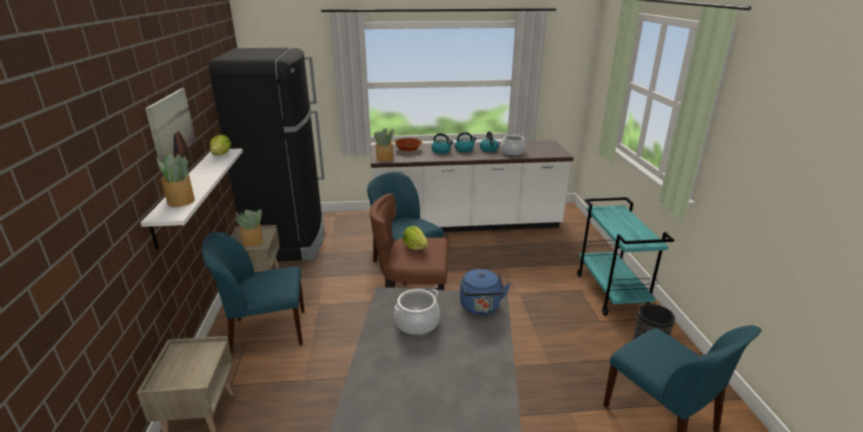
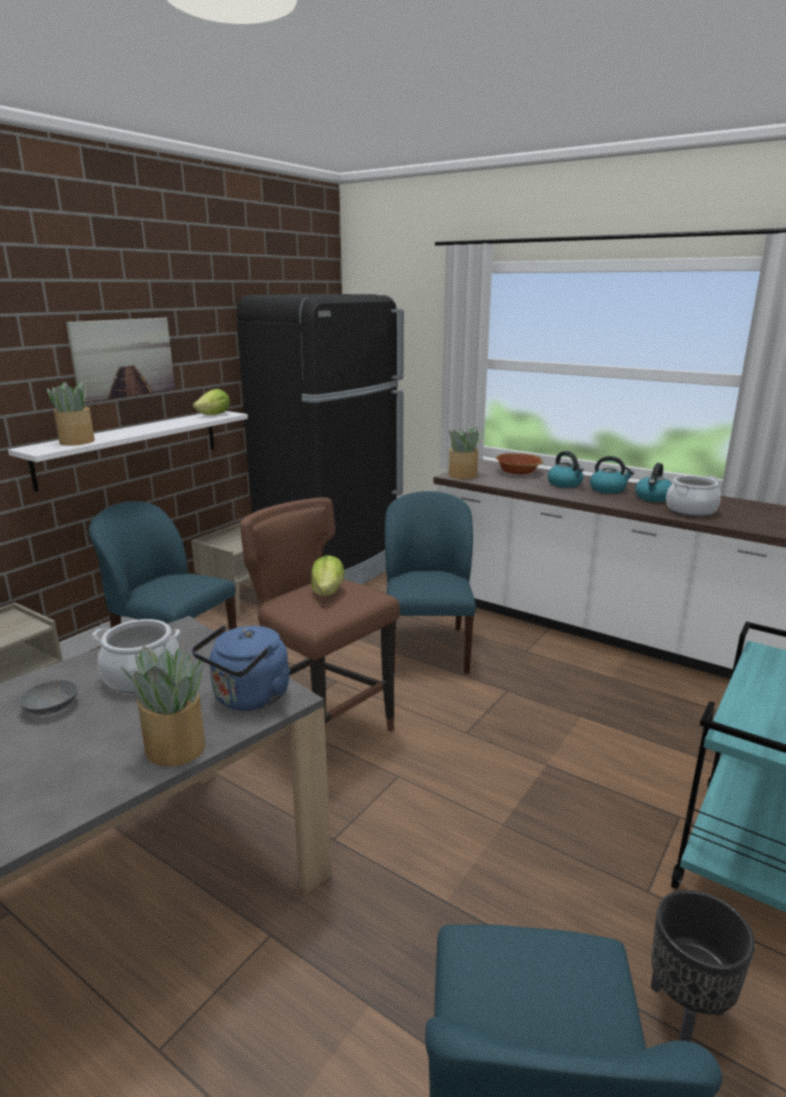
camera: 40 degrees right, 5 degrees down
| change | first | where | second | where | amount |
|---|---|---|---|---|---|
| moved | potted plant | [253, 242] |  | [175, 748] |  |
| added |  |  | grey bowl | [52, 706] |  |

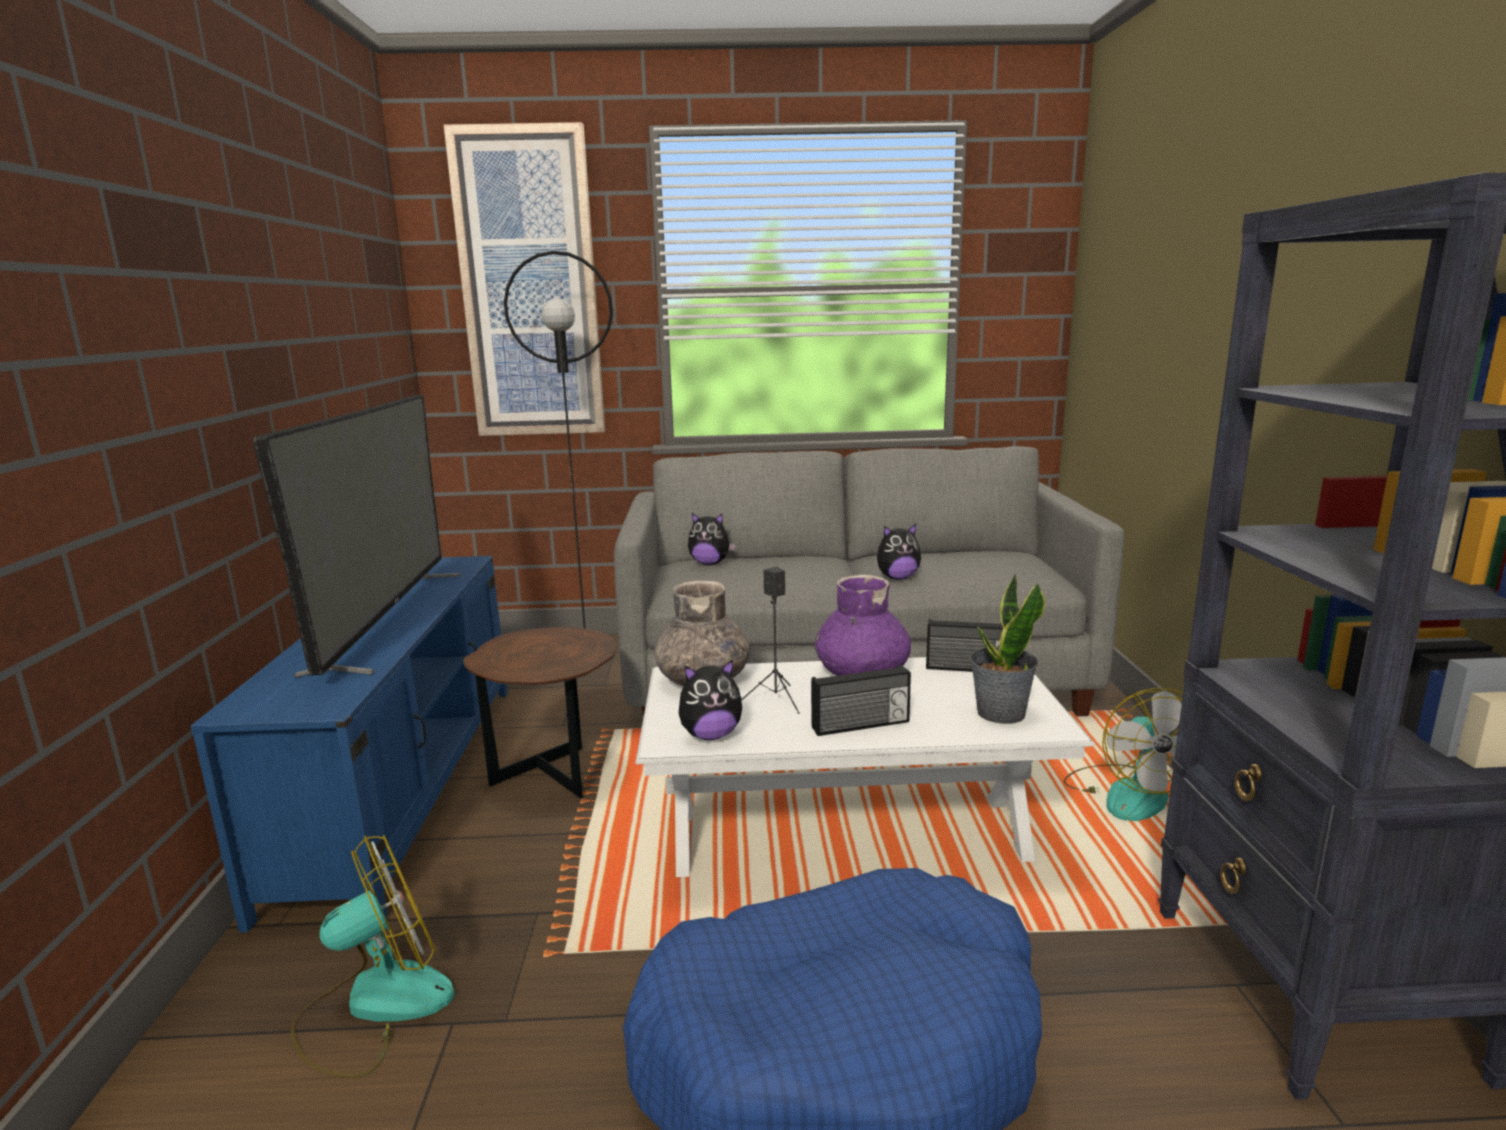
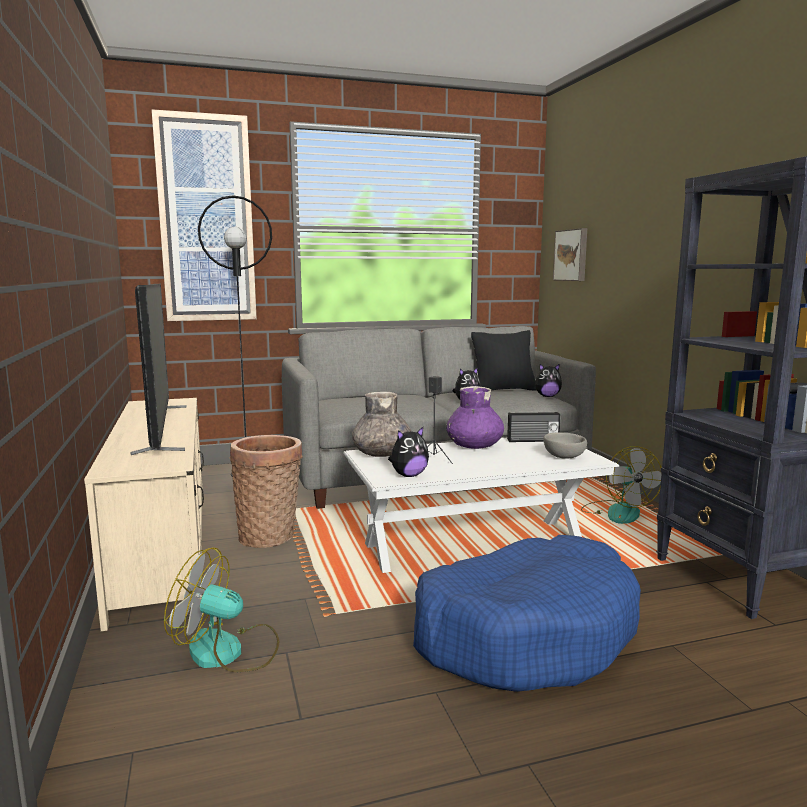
camera: 15 degrees left, 5 degrees down
| change | first | where | second | where | amount |
|---|---|---|---|---|---|
| recoloured | blue tv stand | [405, 783] | beige tv stand | [164, 547] |  |
| turned | fan | [374, 1006] |  | [228, 651] | 120 degrees counterclockwise |
| replaced | brown side table | [555, 778] | basket | [270, 535] |  |
| moved | plush toy | [710, 563] |  | [547, 396] |  |
| removed | radio | [861, 725] |  |  |  |
| replaced | potted plant | [1000, 713] | grey bowl | [563, 456] |  |
| added |  |  | black pillow | [503, 390] |  |
| added |  |  | picture | [572, 255] |  |

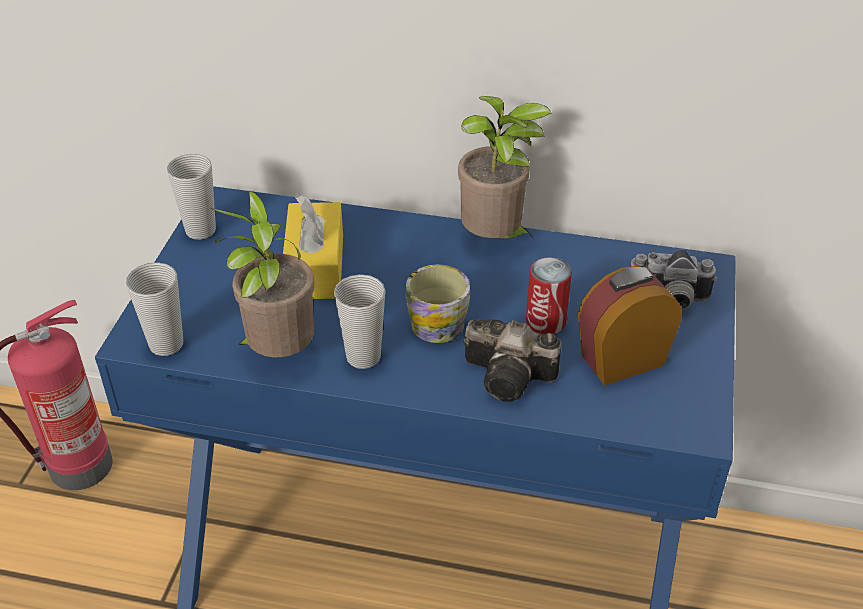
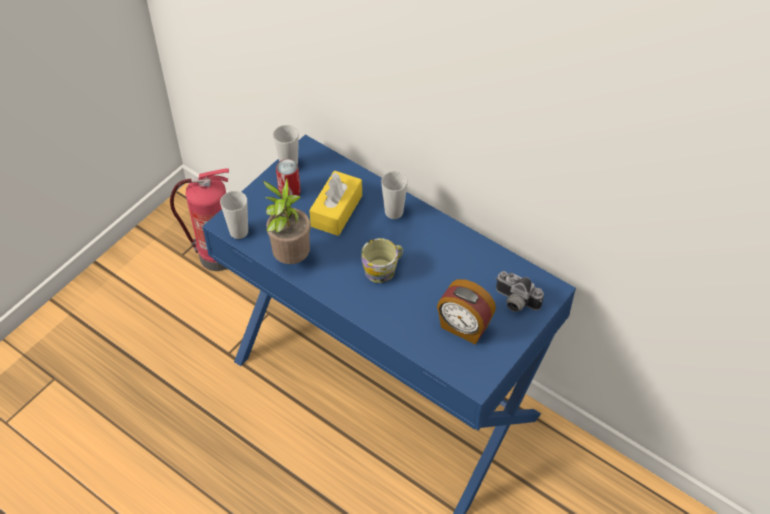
camera: 25 degrees right, 10 degrees up
| change | first | where | second | where | amount |
|---|---|---|---|---|---|
| moved | cup | [363, 357] |  | [394, 212] |  |
| removed | potted plant | [495, 241] |  |  |  |
| removed | photo camera | [512, 377] |  |  |  |
| moved | can | [545, 321] |  | [289, 192] |  |
| turned | alarm clock | [621, 359] |  | [463, 327] | 150 degrees counterclockwise |

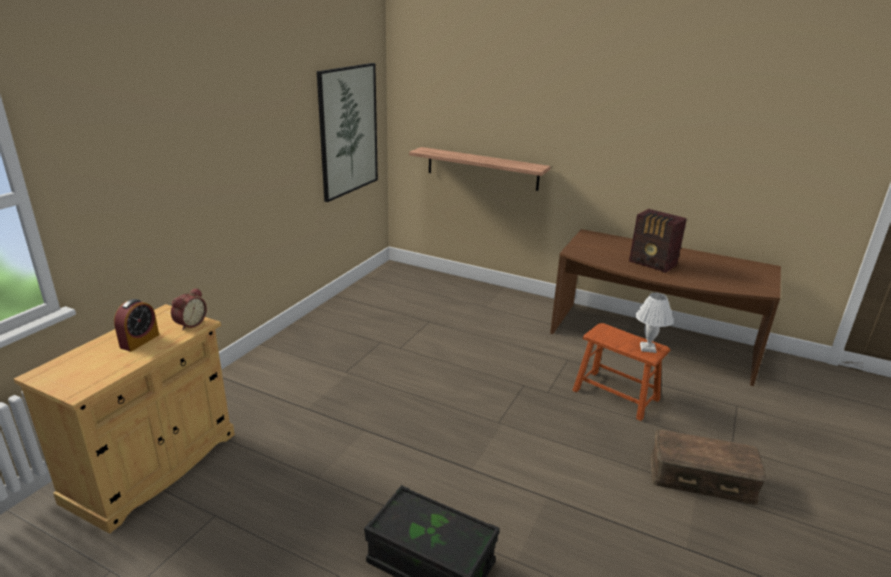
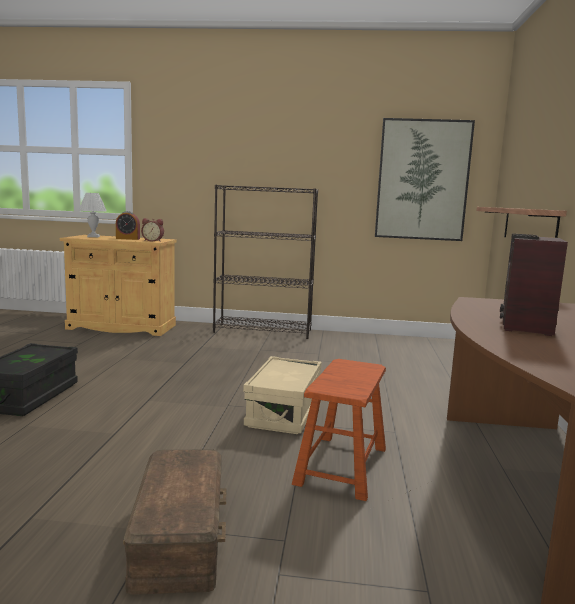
camera: 70 degrees right, 15 degrees down
| change | first | where | second | where | amount |
|---|---|---|---|---|---|
| moved | white table lamp | [648, 348] |  | [93, 236] |  |
| added |  |  | black bookcase | [263, 331] |  |
| added |  |  | beige storage box | [284, 412] |  |

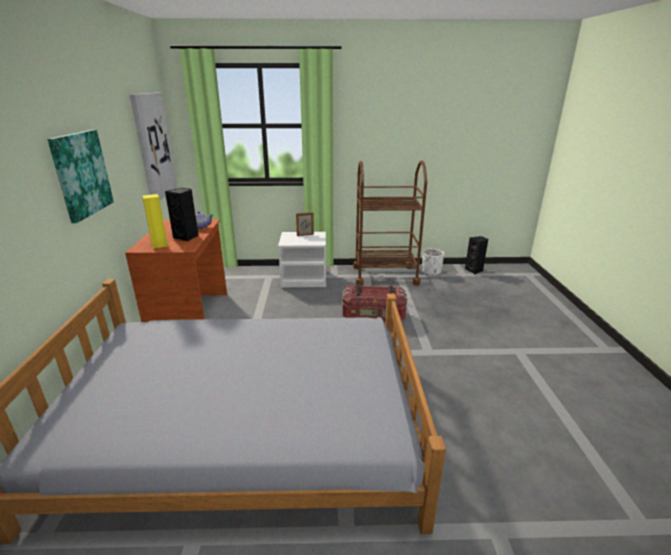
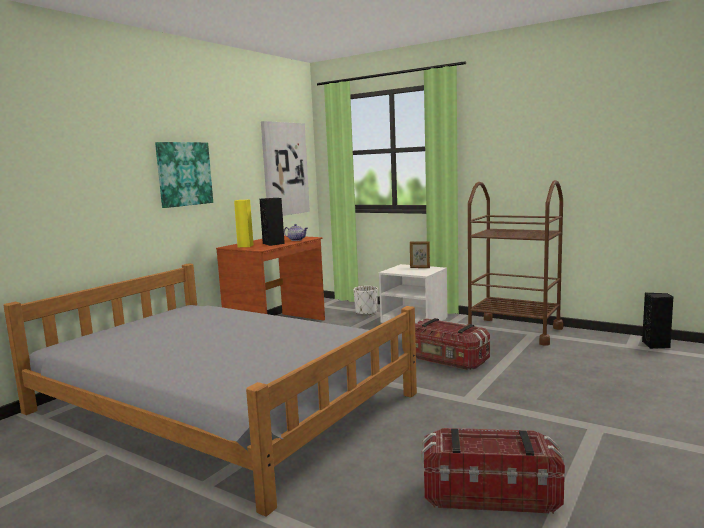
camera: 35 degrees right, 15 degrees down
| change | first | where | second | where | amount |
|---|---|---|---|---|---|
| moved | white planter | [431, 272] |  | [366, 312] |  |
| added |  |  | storage box | [489, 493] |  |

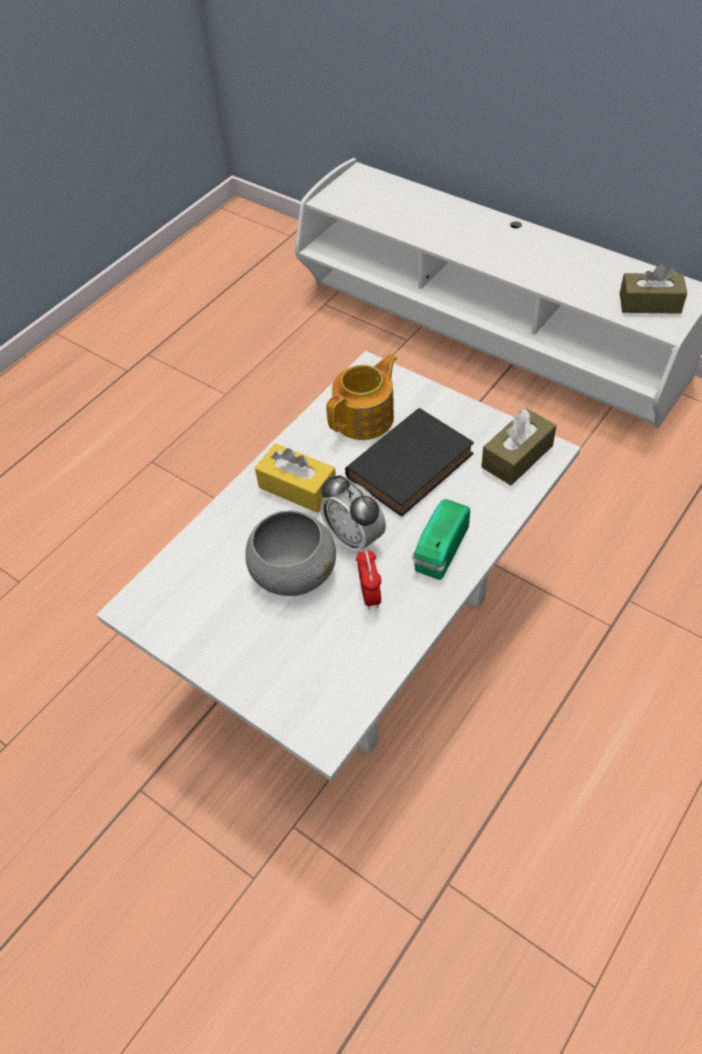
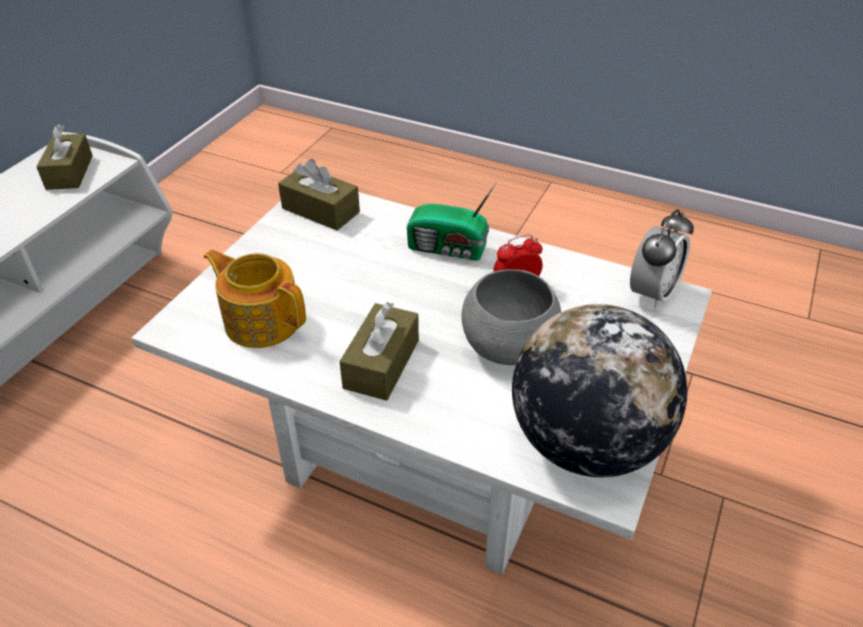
camera: 105 degrees left, 10 degrees down
| change | first | where | second | where | amount |
|---|---|---|---|---|---|
| recoloured | yellow tissue box | [297, 487] | brown tissue box | [381, 364] |  |
| moved | alarm clock | [354, 539] |  | [652, 293] |  |
| removed | black book | [412, 464] |  |  |  |
| added |  |  | globe | [585, 443] |  |

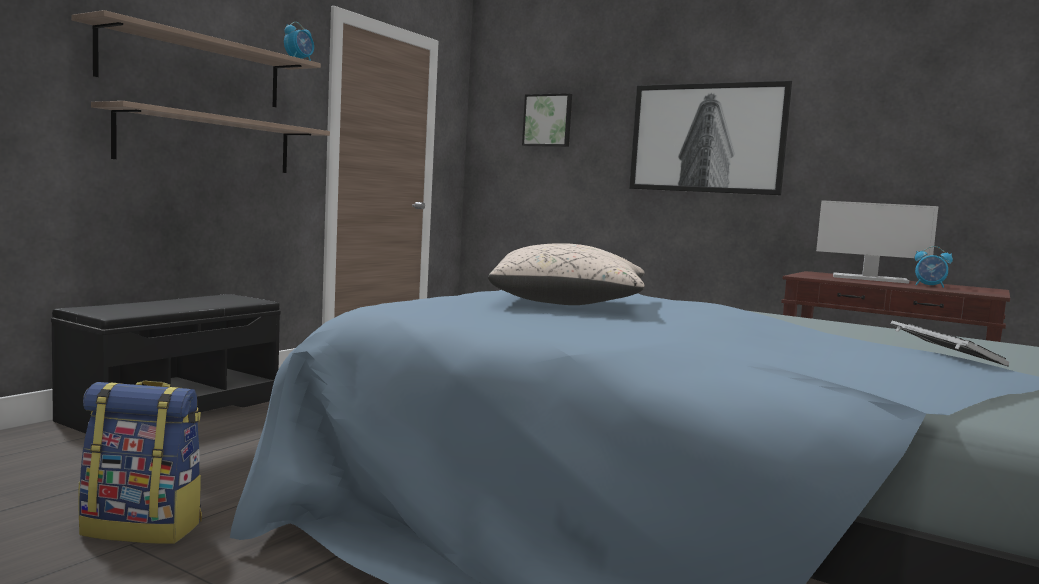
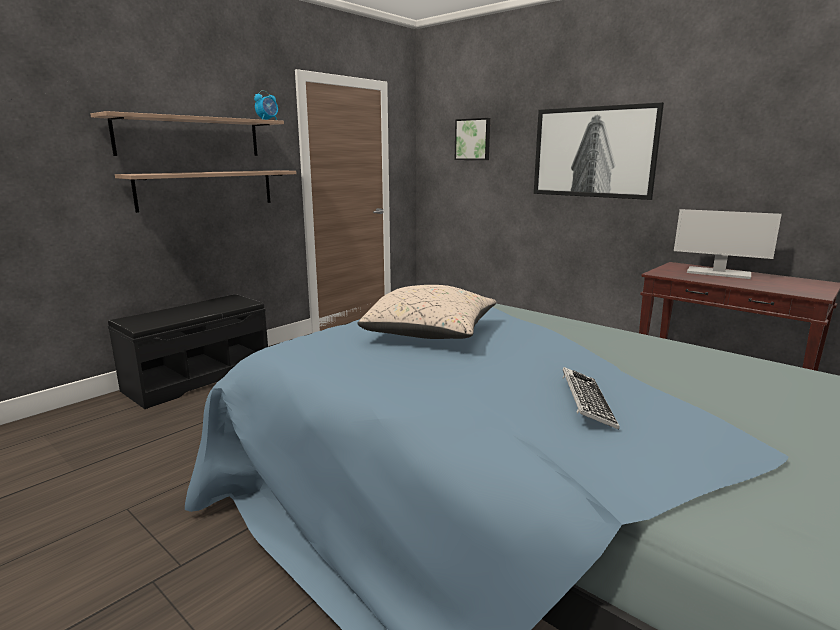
camera: 10 degrees right, 10 degrees up
| change | first | where | second | where | amount |
|---|---|---|---|---|---|
| removed | backpack | [144, 528] |  |  |  |
| moved | keyboard | [942, 352] |  | [586, 403] |  |
| removed | alarm clock | [930, 286] |  |  |  |

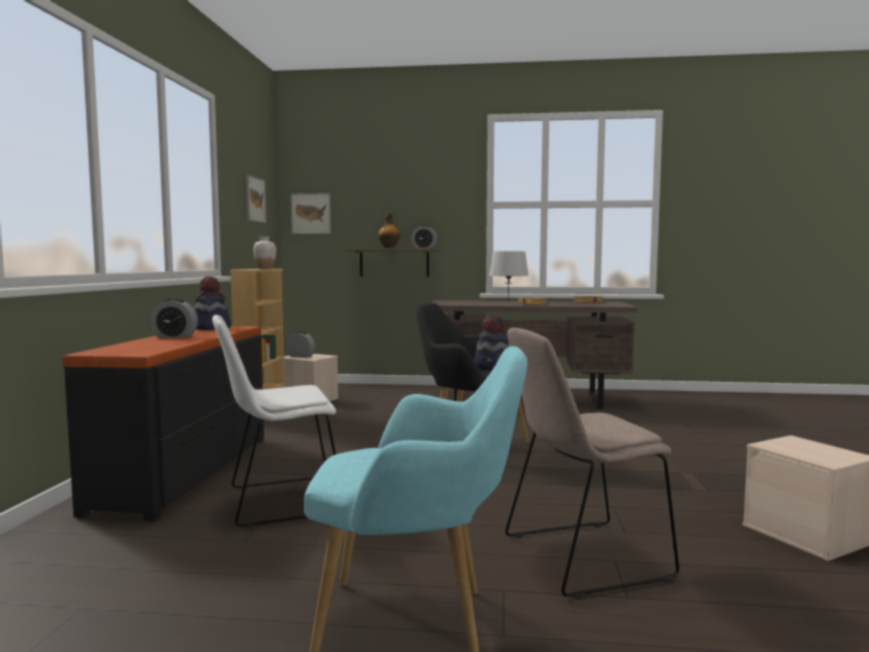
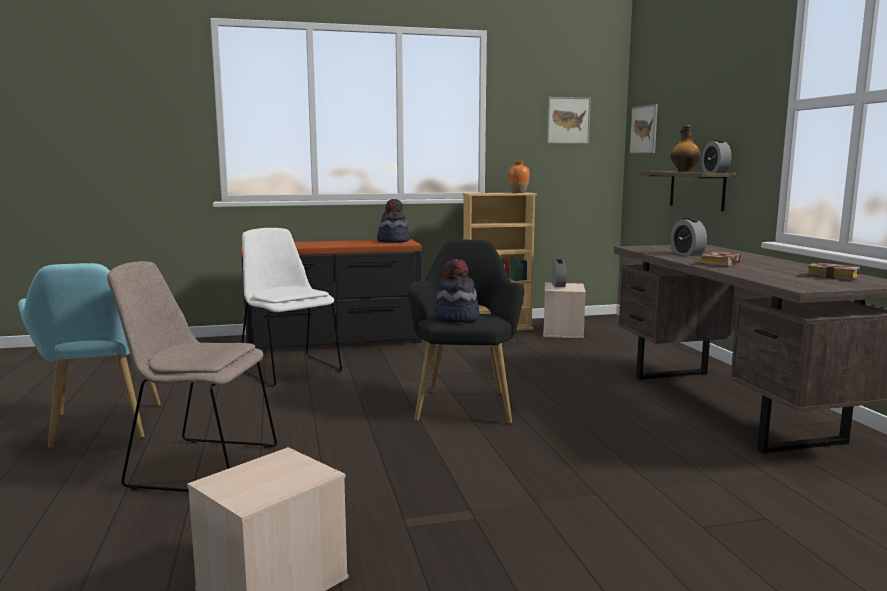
camera: 70 degrees right, 5 degrees up
| change | first | where | second | where | amount |
|---|---|---|---|---|---|
| moved | alarm clock | [175, 337] |  | [687, 253] |  |
| recoloured | white vase | [265, 268] | orange vase | [518, 192] |  |
| removed | grey table lamp | [508, 301] |  |  |  |
| turned | beige chair | [580, 558] |  | [199, 466] | 45 degrees counterclockwise |

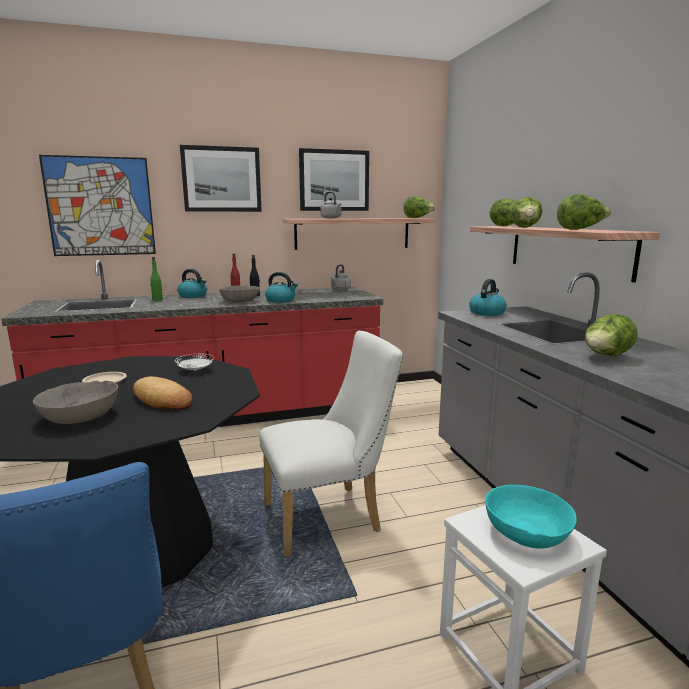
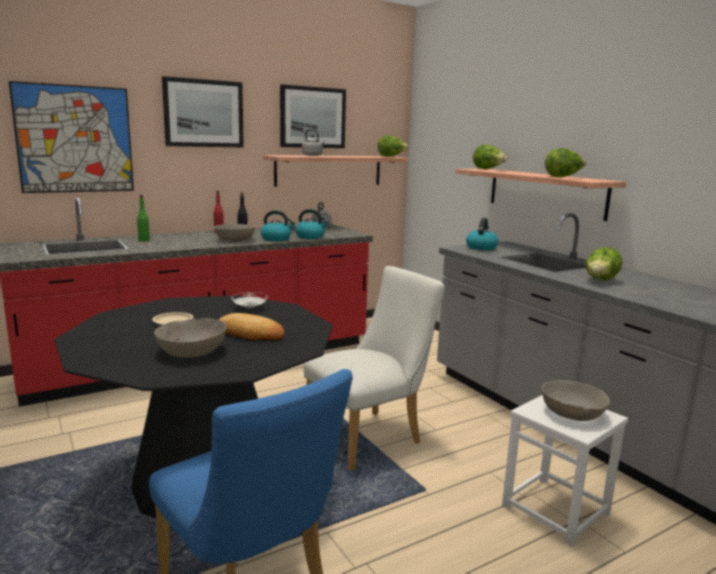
camera: 15 degrees left, 0 degrees up
| change | first | where | second | where | amount |
|---|---|---|---|---|---|
| moved | kettle | [193, 296] |  | [310, 237] |  |
| recoloured | turquoise bowl | [527, 532] | grey bowl | [572, 412] |  |
| removed | lettuce | [525, 227] |  |  |  |

